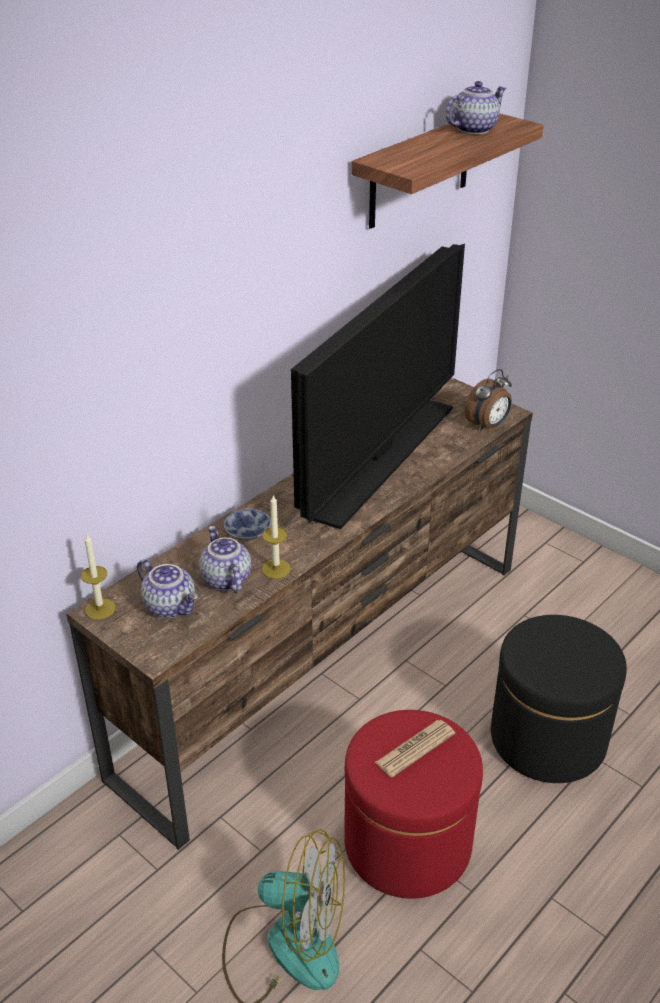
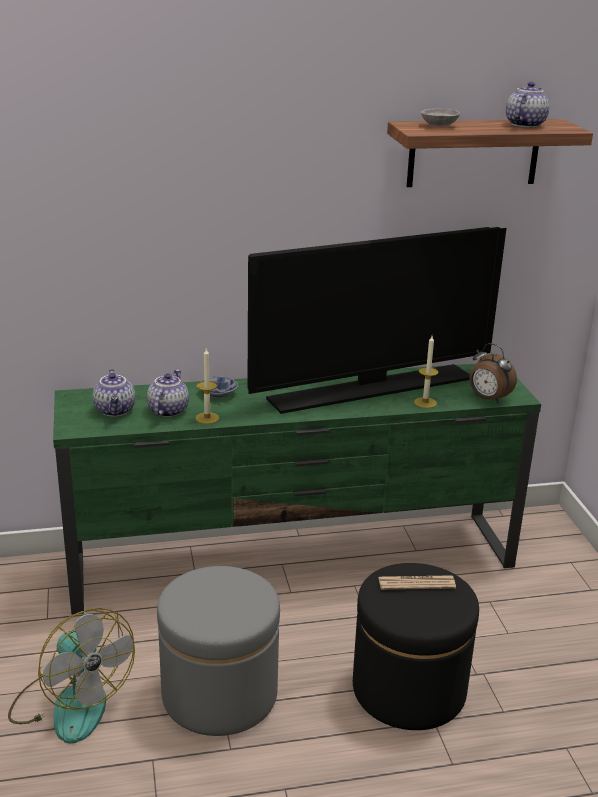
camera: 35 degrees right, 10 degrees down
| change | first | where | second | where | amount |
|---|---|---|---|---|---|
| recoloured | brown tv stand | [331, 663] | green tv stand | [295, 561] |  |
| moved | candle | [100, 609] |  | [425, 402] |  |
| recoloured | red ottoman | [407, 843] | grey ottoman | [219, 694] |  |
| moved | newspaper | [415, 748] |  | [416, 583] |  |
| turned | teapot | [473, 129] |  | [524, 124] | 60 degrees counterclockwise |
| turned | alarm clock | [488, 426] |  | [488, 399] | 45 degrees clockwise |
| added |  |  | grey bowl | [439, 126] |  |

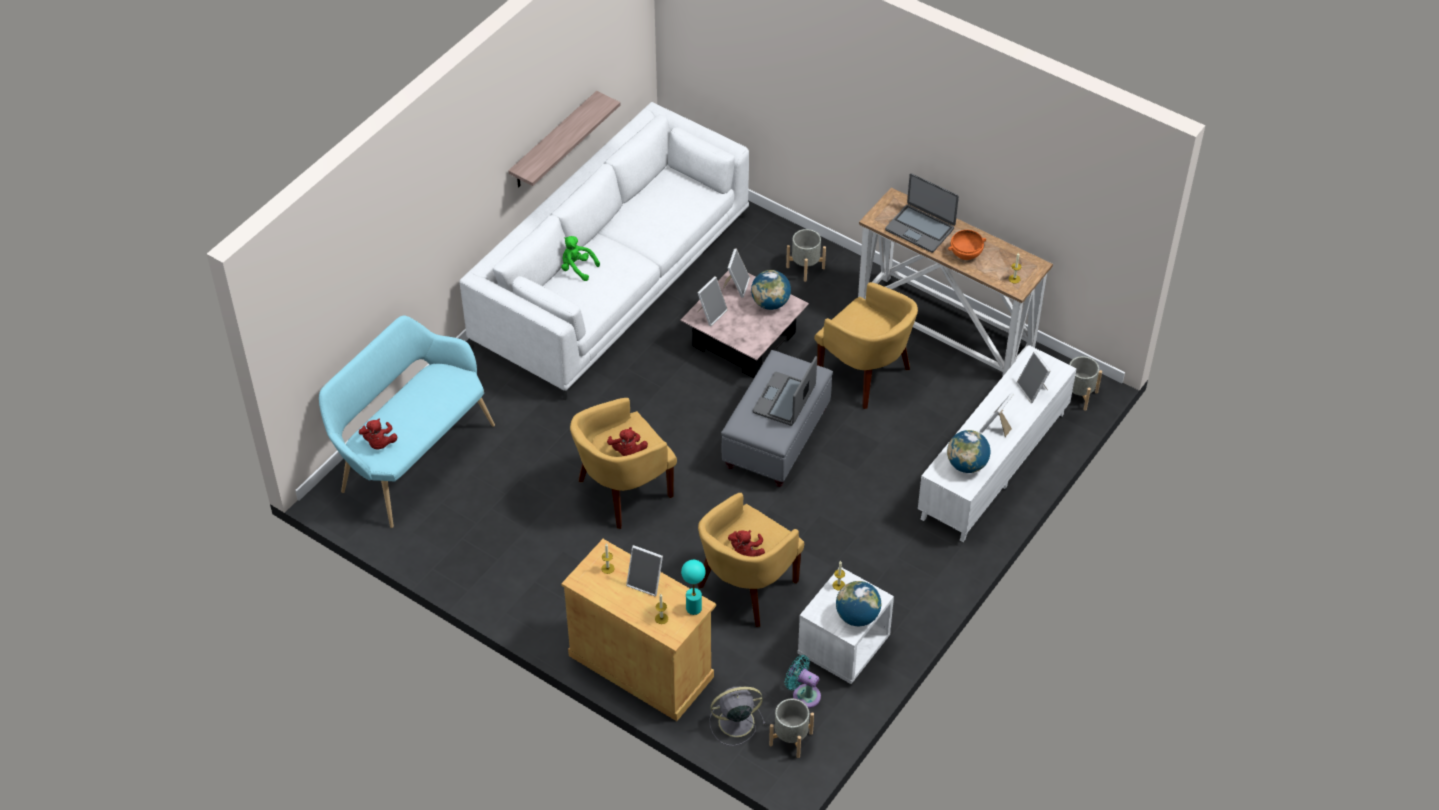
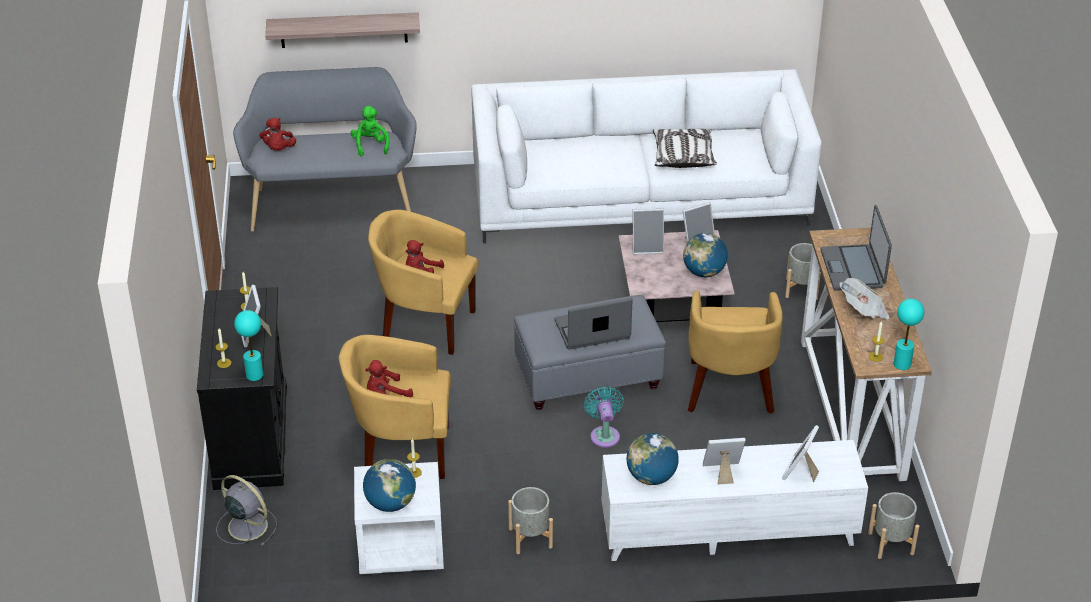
camera: 50 degrees right, 10 degrees down
| change | first | where | second | where | amount |
|---|---|---|---|---|---|
| recoloured | turquoise bench | [411, 457] | grey bench | [332, 202] |  |
| turned | red plush toy | [379, 443] |  | [278, 149] | 45 degrees counterclockwise |
| moved | shelf | [554, 141] |  | [343, 30] |  |
| moved | green plush toy | [577, 268] |  | [370, 145] |  |
| recoloured | beige cabinet | [641, 666] | black cabinet | [251, 436] |  |
| moved | grey planter | [791, 739] |  | [530, 538] |  |
| moved | turquoise fan | [803, 694] |  | [604, 434] |  |
| replaced | orange bowl | [965, 253] | newspaper | [863, 310] |  |
| added |  |  | pillow | [683, 157] |  |
| added |  |  | turquoise table lamp | [901, 364] |  |

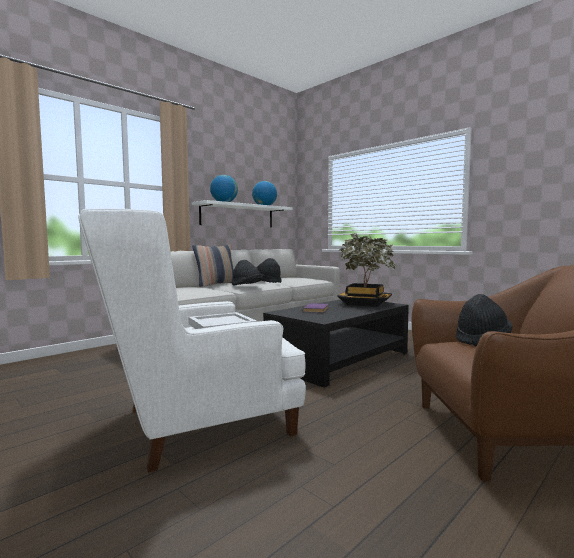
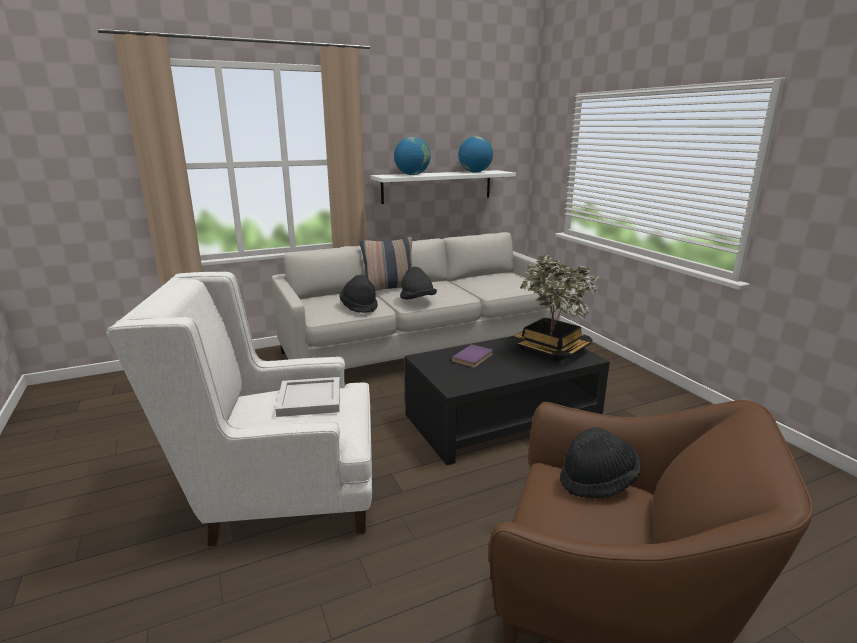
camera: 20 degrees right, 15 degrees up
| change | first | where | second | where | amount |
|---|---|---|---|---|---|
| moved | black hat | [267, 282] |  | [359, 307] |  |

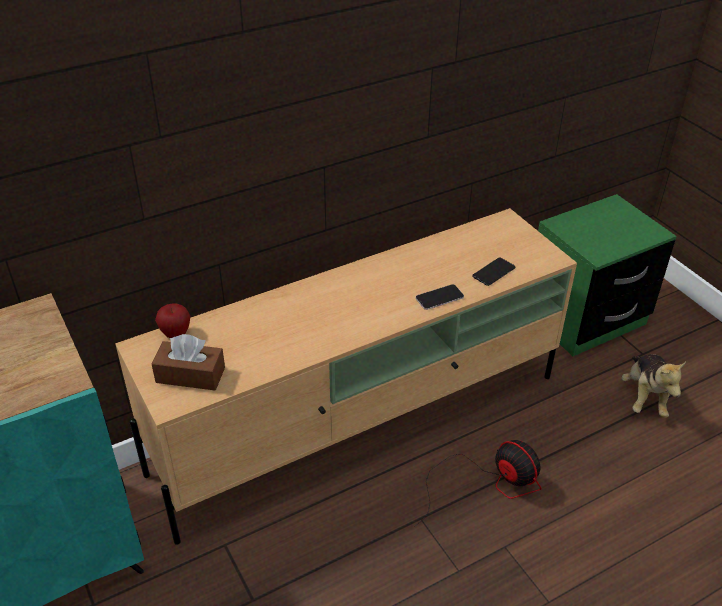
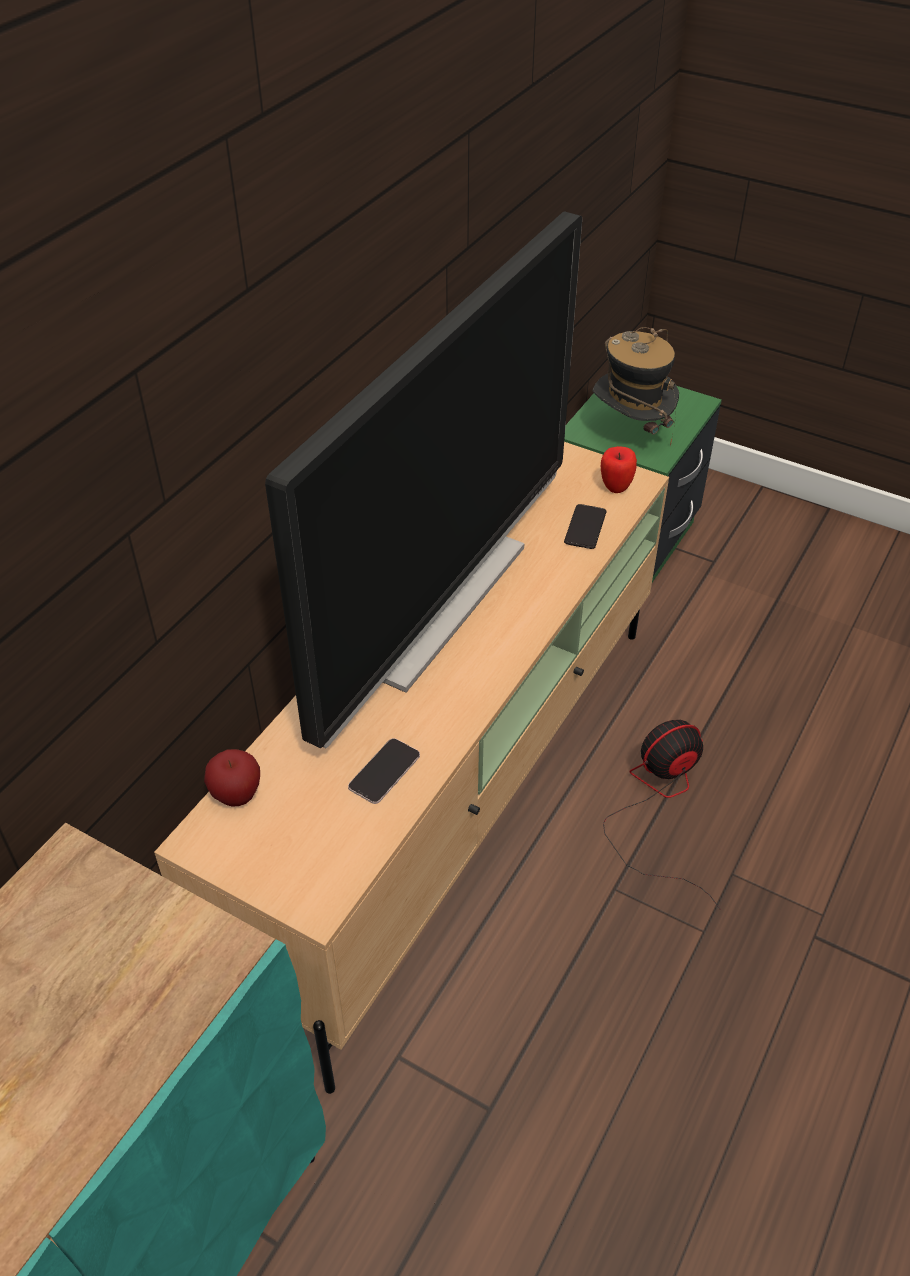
camera: 30 degrees left, 5 degrees up
| change | first | where | second | where | amount |
|---|---|---|---|---|---|
| removed | brown tissue box | [190, 375] |  |  |  |
| turned | fan | [488, 483] |  | [659, 804] | 45 degrees counterclockwise |
| moved | phone | [439, 297] |  | [384, 771] |  |
| removed | plush toy | [645, 396] |  |  |  |
| added |  |  | television | [436, 603] |  |
| added |  |  | hat | [630, 432] |  |
| added |  |  | apple | [615, 487] |  |

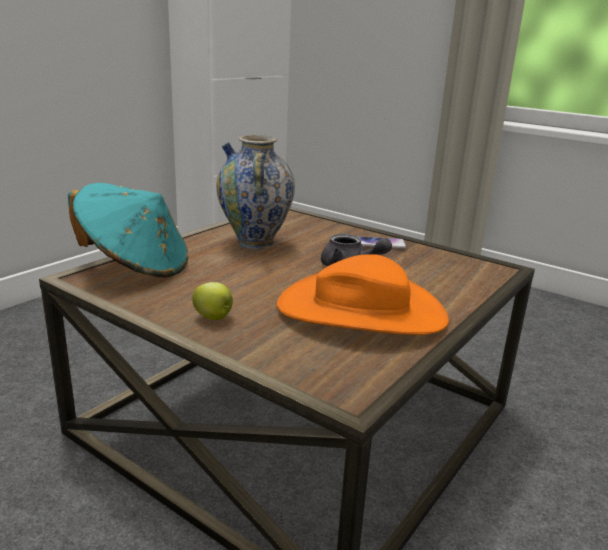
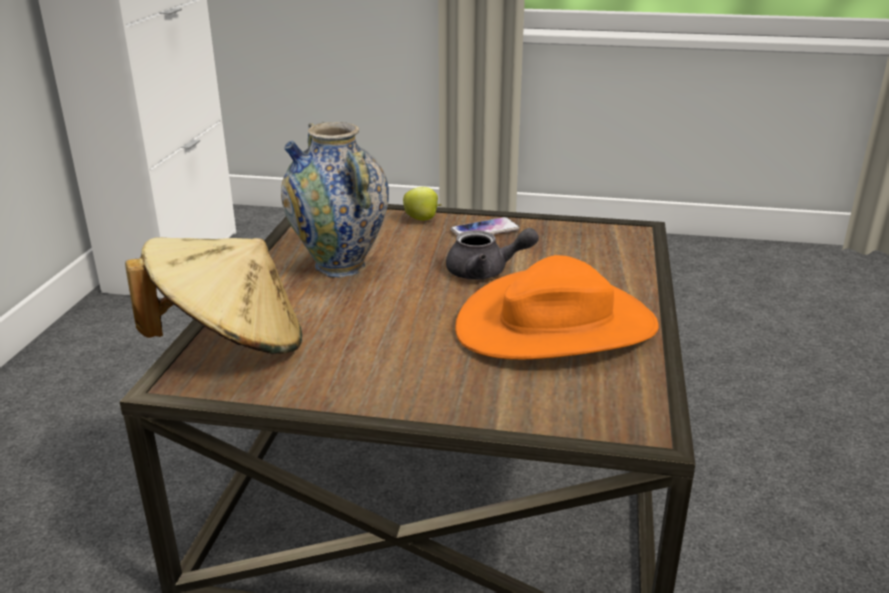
camera: 25 degrees left, 5 degrees up
| change | first | where | second | where | amount |
|---|---|---|---|---|---|
| recoloured | turquoise hat | [135, 266] | beige hat | [230, 344] |  |
| moved | apple | [214, 317] |  | [422, 219] |  |

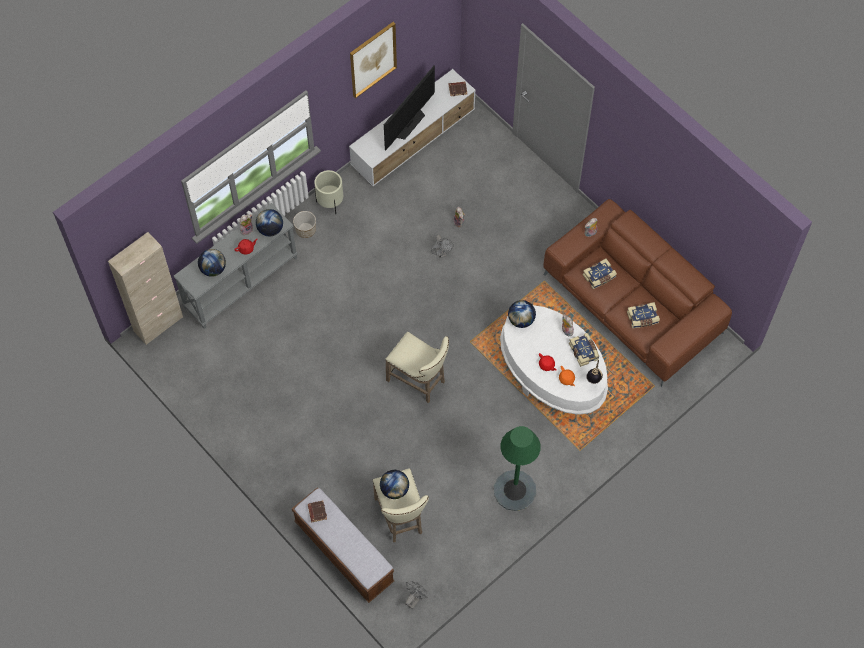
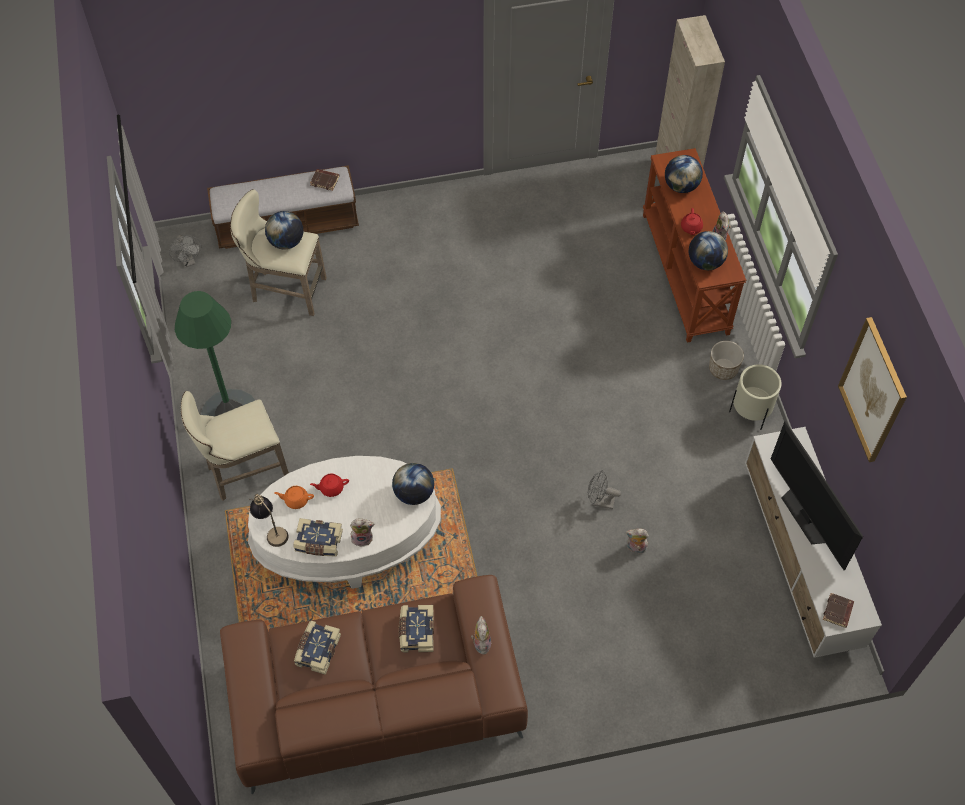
camera: 120 degrees right, 5 degrees down
| change | first | where | second | where | amount |
|---|---|---|---|---|---|
| recoloured | grey console table | [240, 281] | brown console table | [686, 273] |  |
| moved | beige stool | [419, 381] |  | [243, 472] |  |

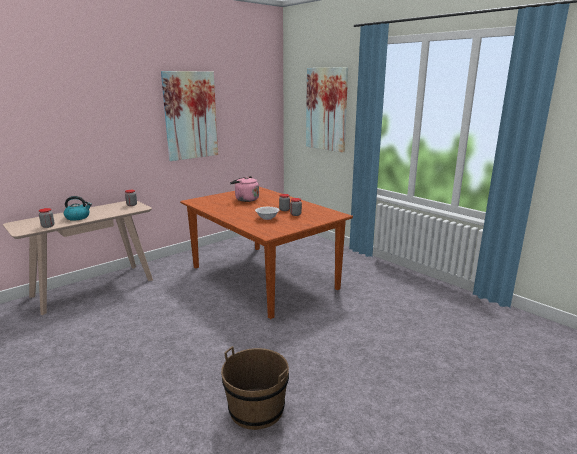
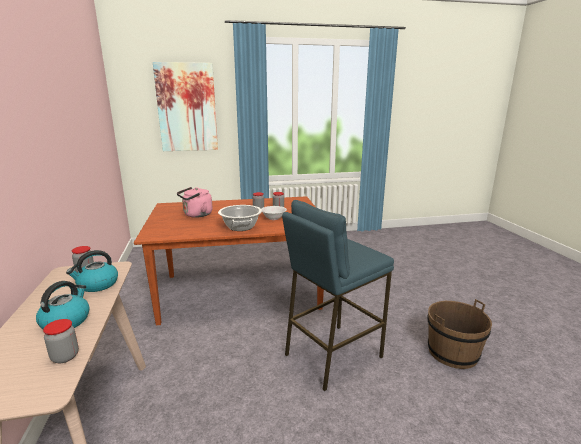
camera: 60 degrees left, 0 degrees up
| change | first | where | second | where | amount |
|---|---|---|---|---|---|
| removed | picture | [190, 115] |  |  |  |
| added |  |  | kettle | [97, 285] |  |
| added |  |  | cooking pot | [241, 227] |  |
| added |  |  | blue stool | [332, 355] |  |

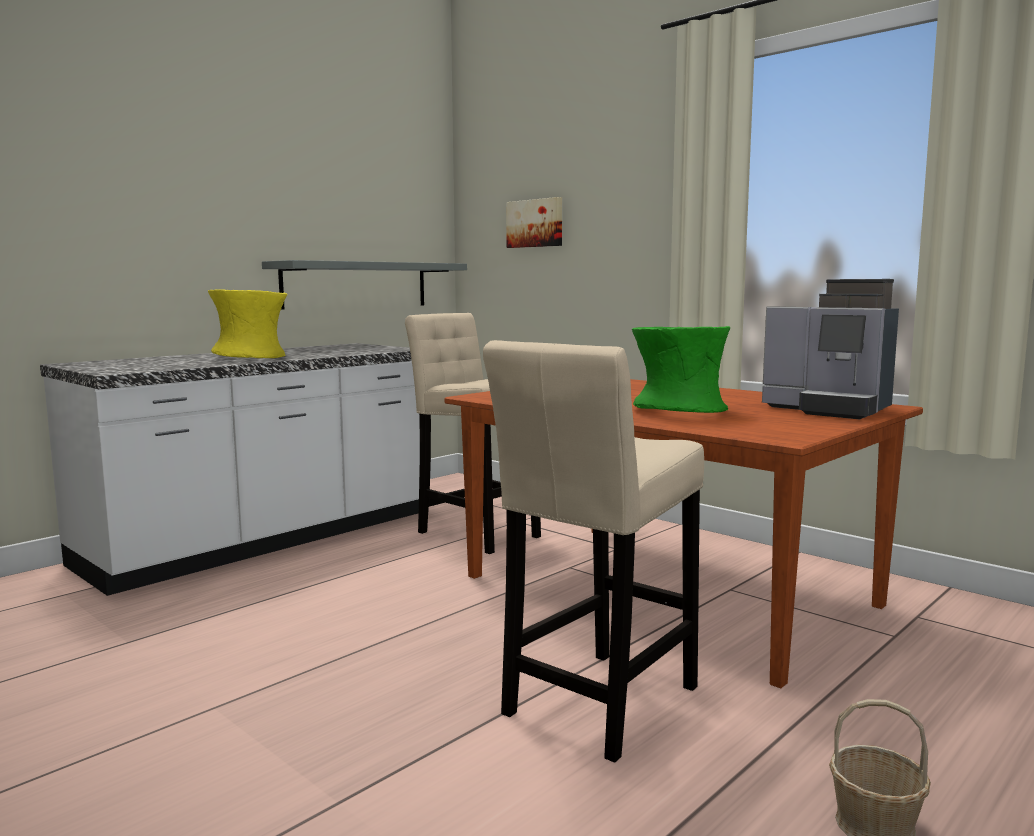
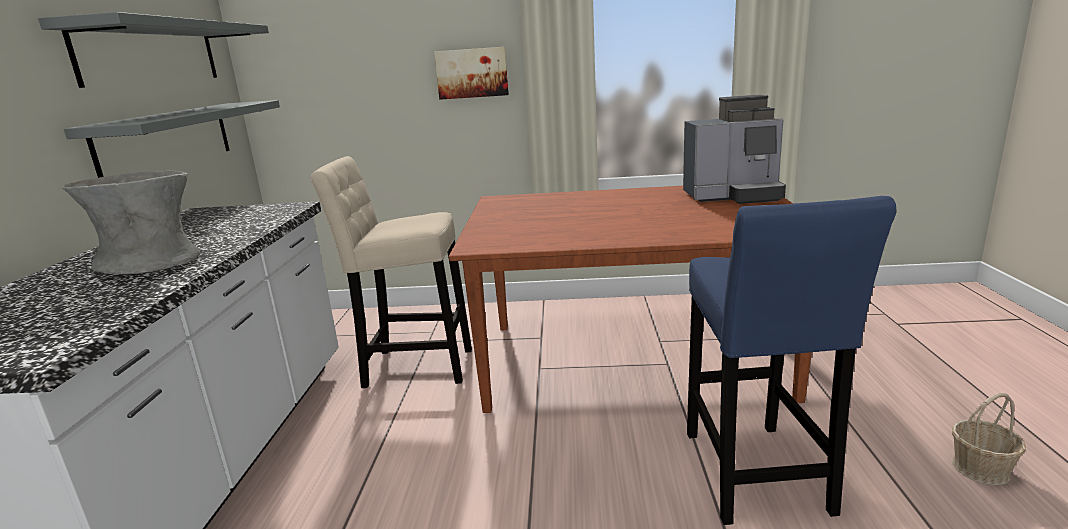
camera: 40 degrees left, 10 degrees up
| change | first | where | second | where | amount |
|---|---|---|---|---|---|
| recoloured | yellow vase | [251, 357] | grey vase | [151, 263] |  |
| recoloured | beige stool | [596, 706] | blue stool | [756, 477] |  |
| moved | picture | [535, 223] |  | [472, 73] |  |
| removed | green vase | [679, 411] |  |  |  |
| added |  |  | grey shelf | [151, 53] |  |

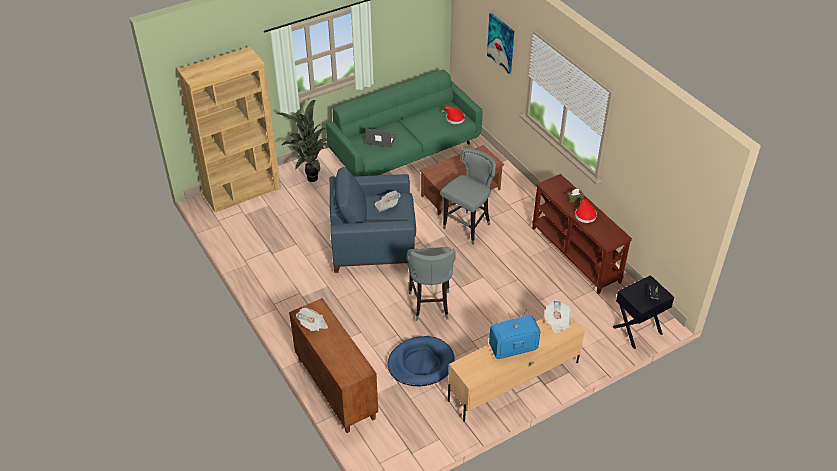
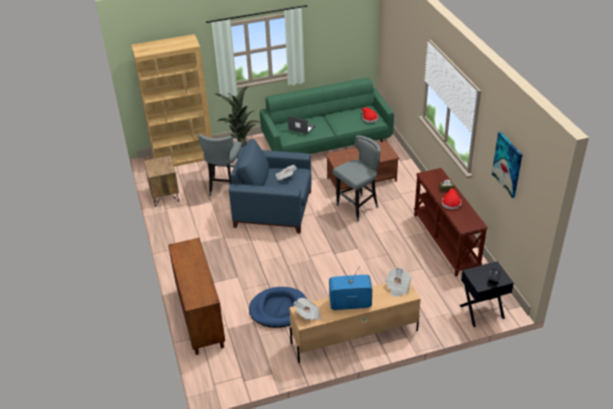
camera: 15 degrees right, 5 degrees down
| change | first | where | second | where | amount |
|---|---|---|---|---|---|
| moved | newspaper | [313, 325] |  | [308, 315] |  |
| moved | grey stool | [430, 305] |  | [225, 187] |  |
| moved | picture | [501, 43] |  | [507, 164] |  |
| added |  |  | brown nightstand | [164, 195] |  |

